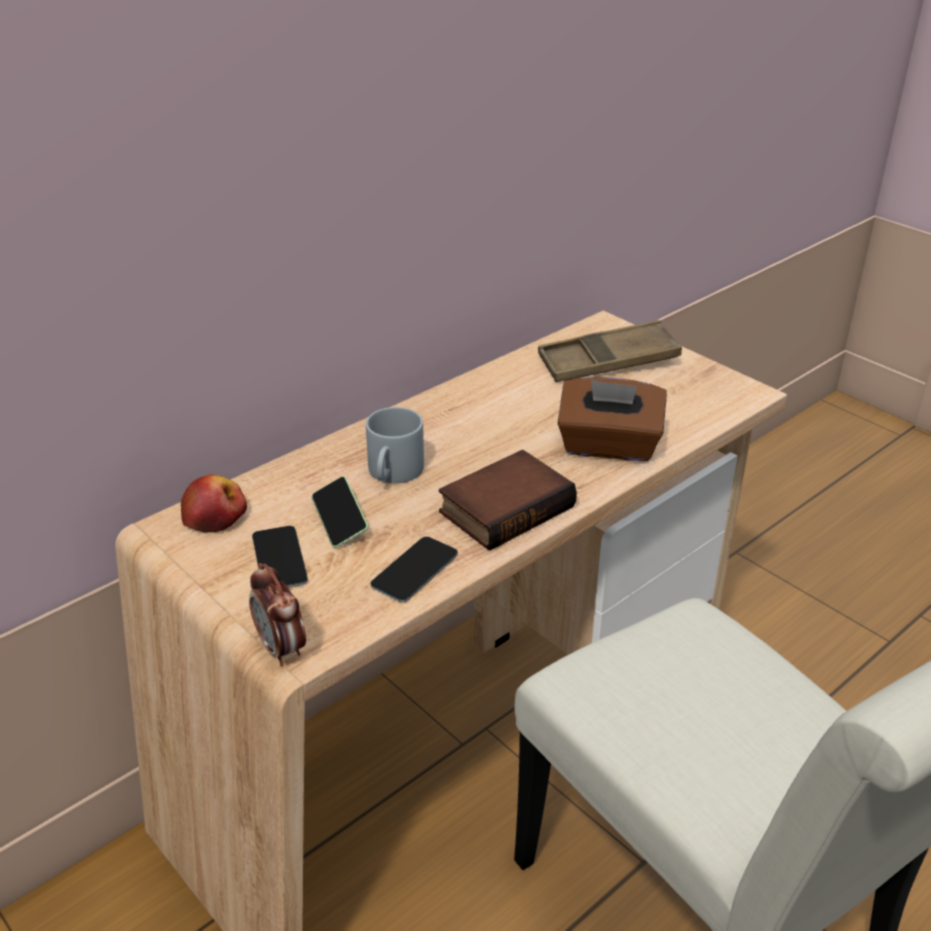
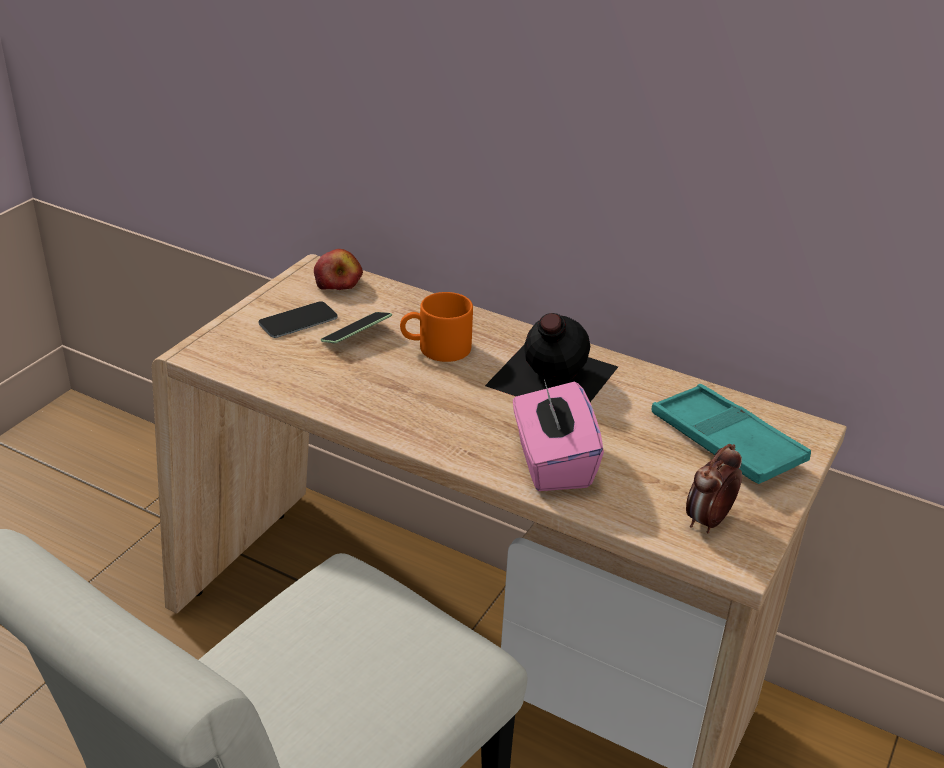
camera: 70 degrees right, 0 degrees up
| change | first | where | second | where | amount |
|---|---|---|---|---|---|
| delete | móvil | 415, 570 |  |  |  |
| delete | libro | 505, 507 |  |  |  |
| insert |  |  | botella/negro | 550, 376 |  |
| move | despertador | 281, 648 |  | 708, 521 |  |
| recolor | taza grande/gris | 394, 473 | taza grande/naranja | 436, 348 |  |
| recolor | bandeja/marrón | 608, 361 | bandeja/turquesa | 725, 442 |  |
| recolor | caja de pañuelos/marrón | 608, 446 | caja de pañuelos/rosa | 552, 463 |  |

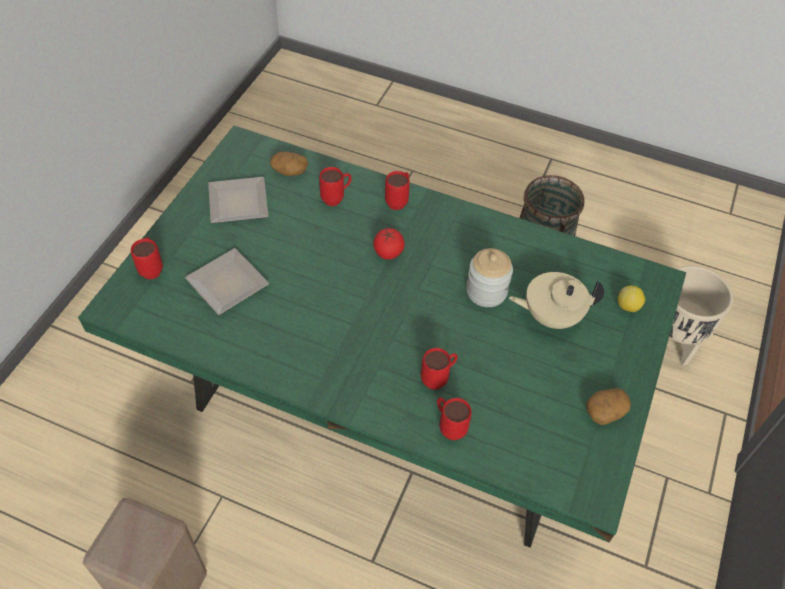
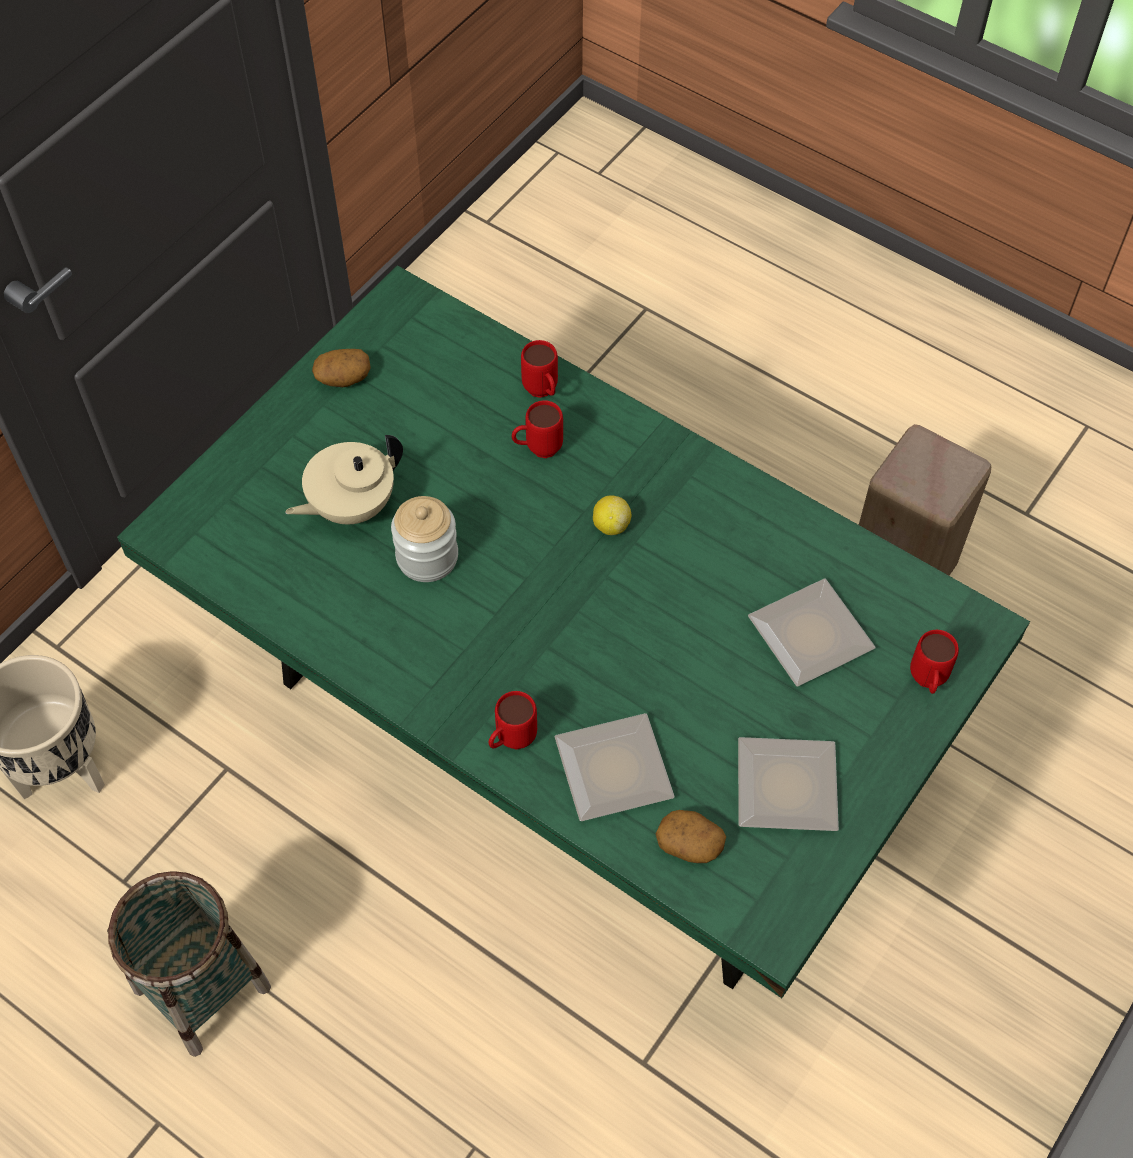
camera: 165 degrees left, 5 degrees up
| change | first | where | second | where | amount |
|---|---|---|---|---|---|
| delete | tomate | 388, 252 |  |  |  |
| move | limón | 628, 306 |  | 611, 525 |  |
| replace | taza grande/rojo | 336, 198 | plato | 616, 766 |  |
| rotate | tetera/beis | 551, 315 |  | 351, 506 | 135 degrees clockwise |

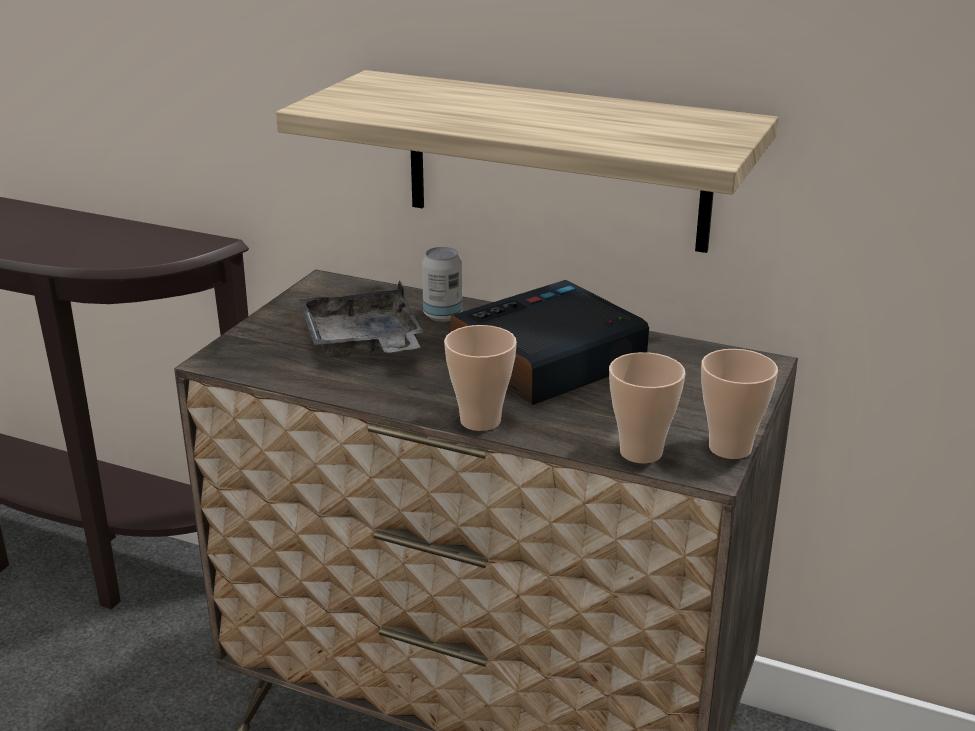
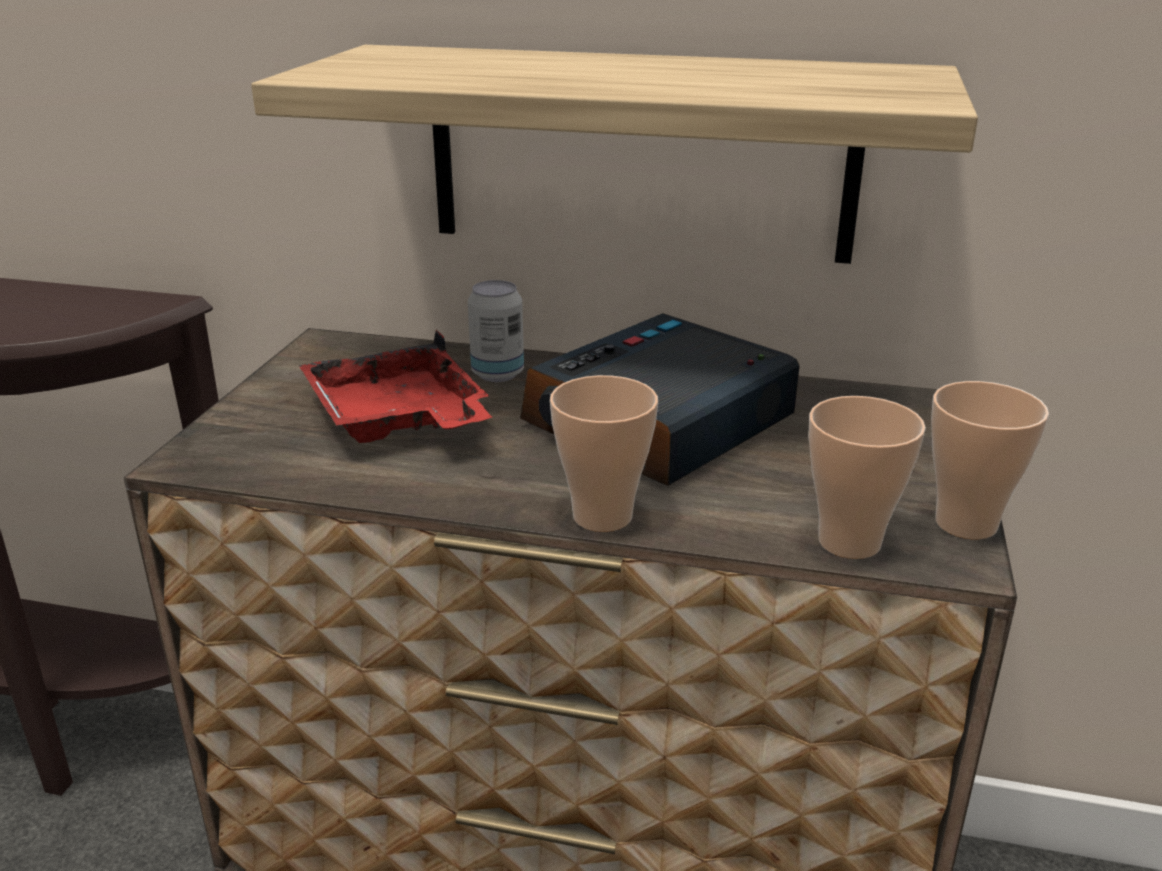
camera: 10 degrees left, 0 degrees up
| change | first | where | second | where | amount |
|---|---|---|---|---|---|
| recolor | bandeja/gris | 363, 343 | bandeja/rojo | 398, 419 |  |

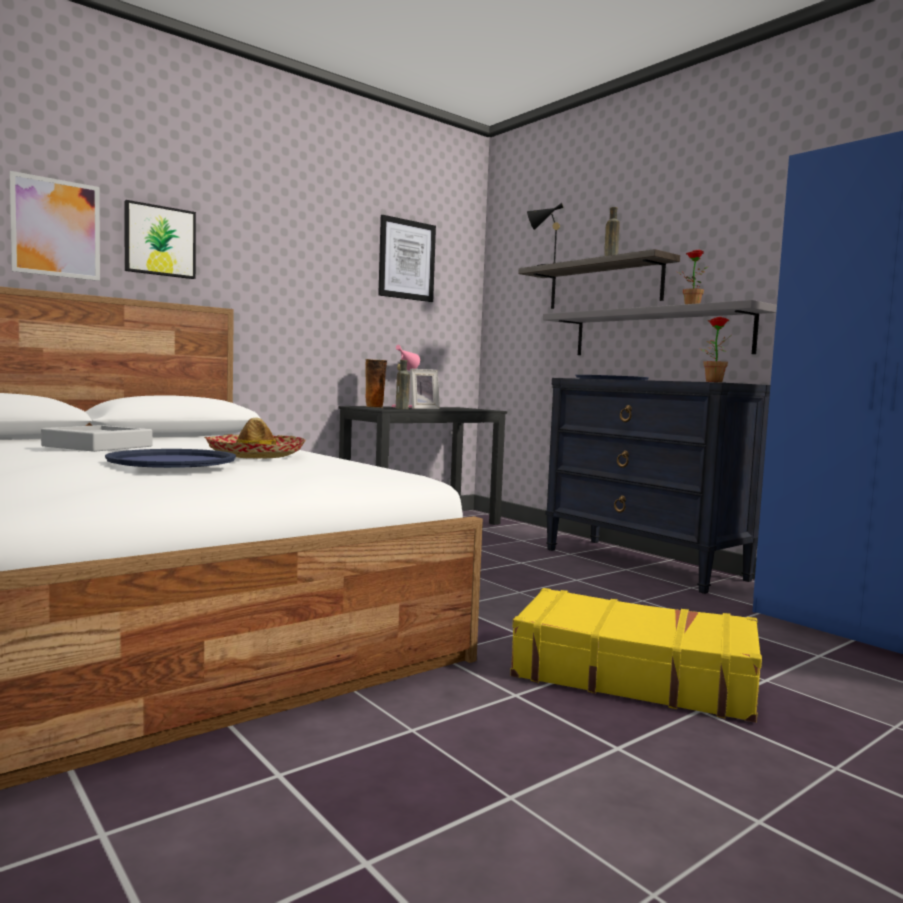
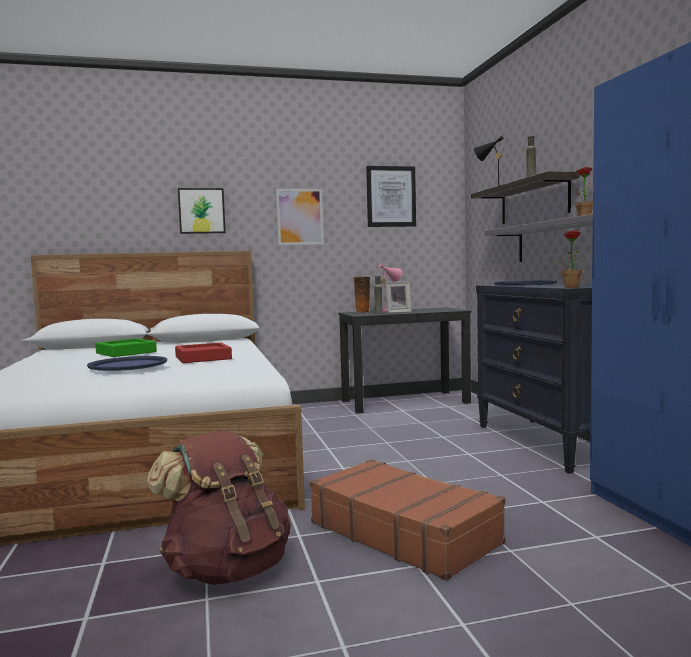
camera: 25 degrees right, 0 degrees up
| change | first | where | second | where | amount |
|---|---|---|---|---|---|
| insert |  |  | mochila/marrón | 227, 569 |  |
| move | cuadro | 56, 228 |  | 300, 217 |  |
| replace | sombrero | 255, 455 | bandeja/rojo | 203, 358 |  |
| recolor | bandeja/gris | 98, 446 | bandeja/verde | 126, 352 |  |
| recolor | maleta/amarillo | 633, 675 | maleta/marrón | 404, 532 |  |

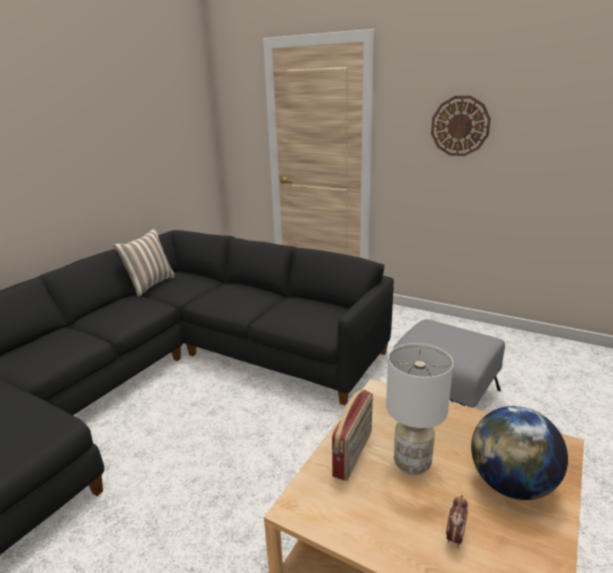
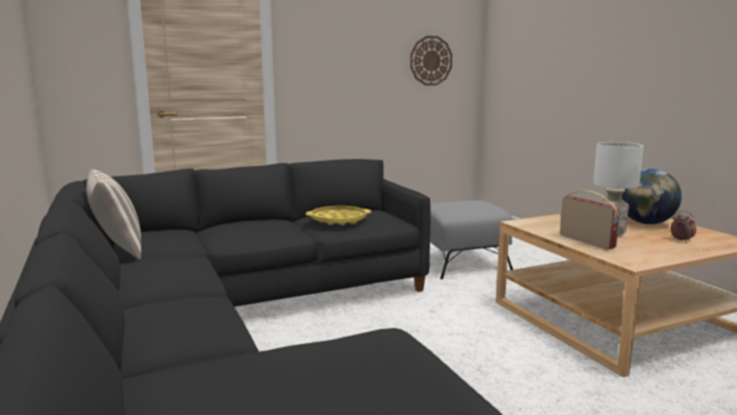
camera: 55 degrees left, 10 degrees down
| change | first | where | second | where | amount |
|---|---|---|---|---|---|
| insert |  |  | bandeja/amarillo | 338, 220 |  |
| move | reloj de pared | 460, 126 |  | 430, 60 |  |

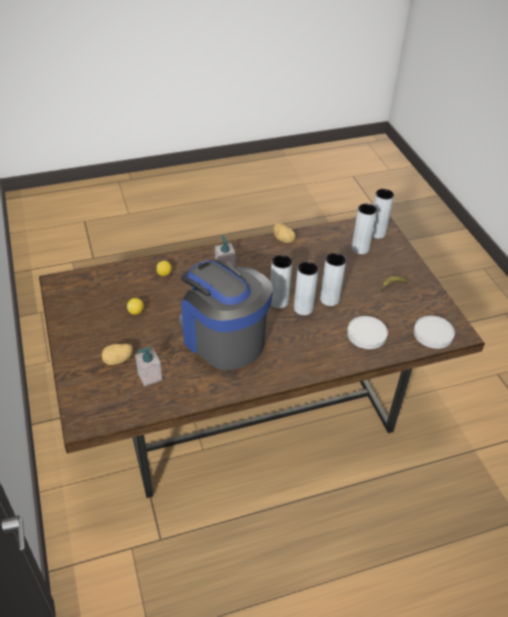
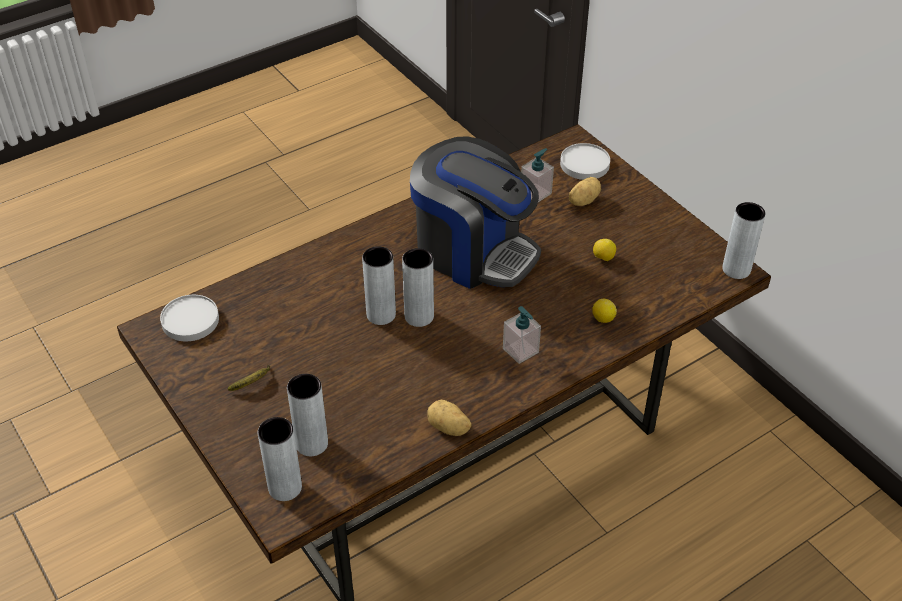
camera: 165 degrees right, 0 degrees up
| change | first | where | second | where | amount |
|---|---|---|---|---|---|
| move | florero/gris | 329, 299 |  | 736, 269 |  |
| move | plato/blanco | 366, 334 |  | 584, 164 |  |

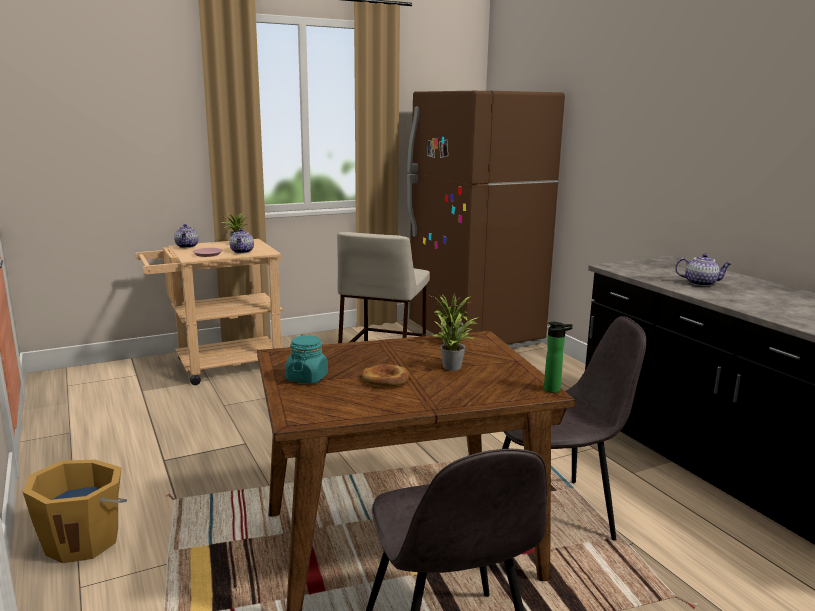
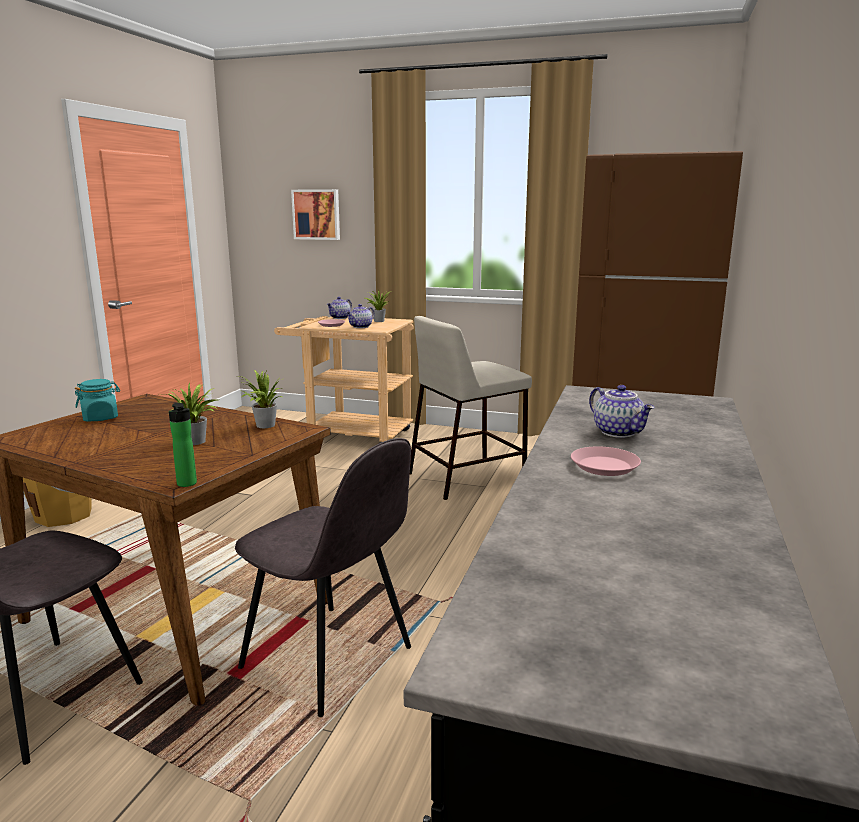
camera: 45 degrees right, 0 degrees up
| change | first | where | second | where | amount |
|---|---|---|---|---|---|
| delete | pan | 386, 379 |  |  |  |
| insert |  |  | cuadro | 317, 214 |  |
| insert |  |  | plato/rosa | 605, 466 |  |

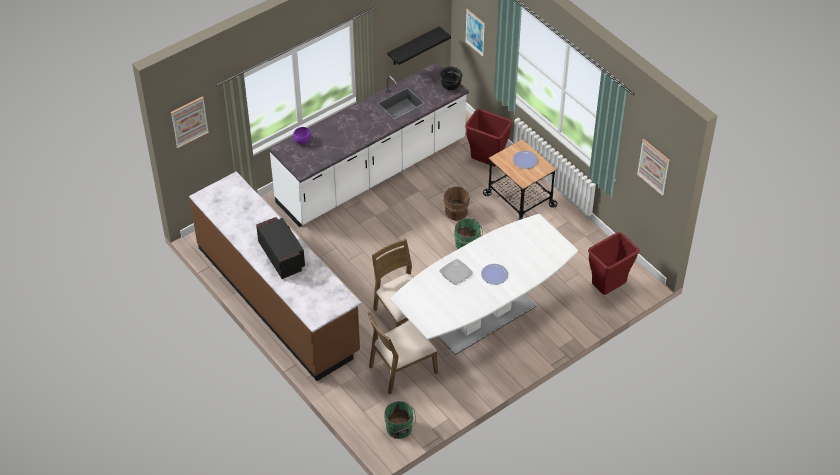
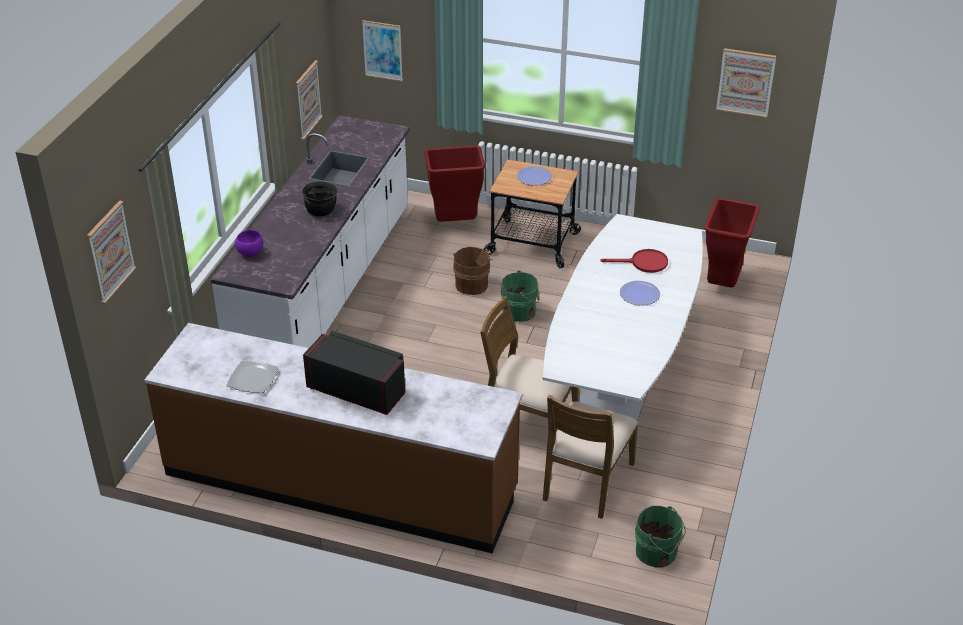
camera: 35 degrees left, 10 degrees down
| change | first | where | second | where | amount |
|---|---|---|---|---|---|
| insert |  |  | sartén/rojo | 643, 263 |  |
| move | plato | 456, 273 |  | 253, 379 |  |
| move | olla/negro | 451, 86 |  | 321, 211 |  |
| replace | estante/negro | 413, 46 | cuadro | 308, 99 |  |

